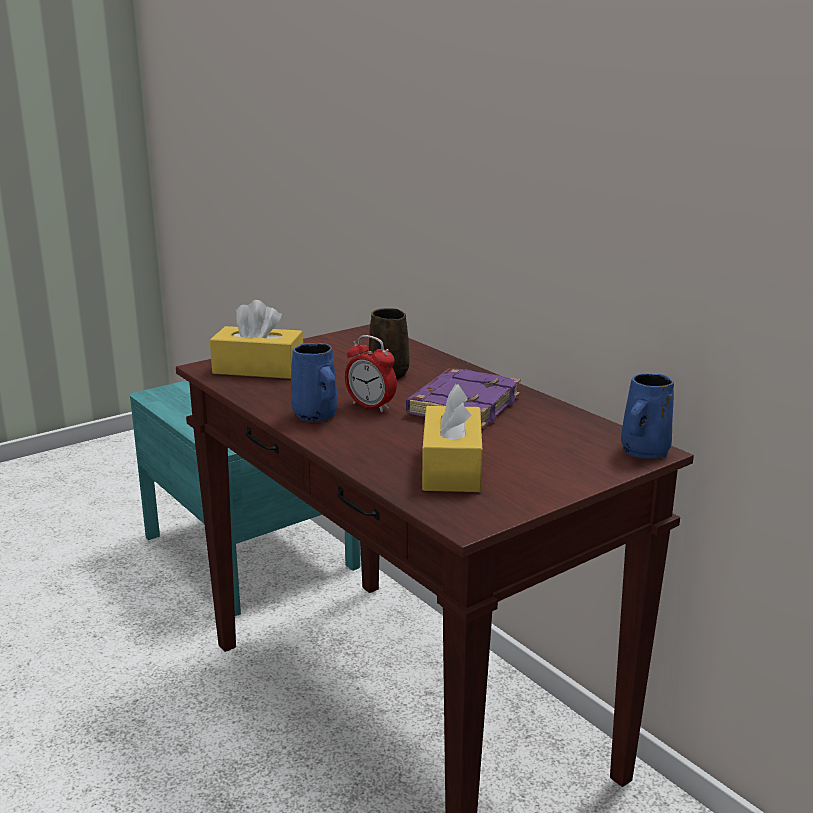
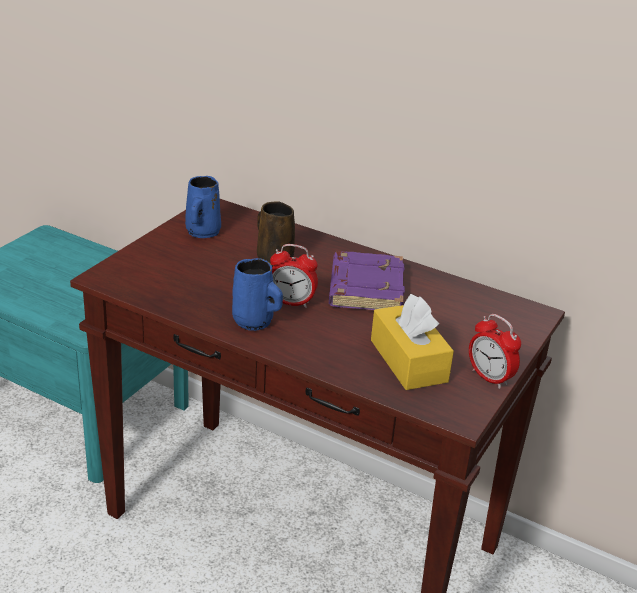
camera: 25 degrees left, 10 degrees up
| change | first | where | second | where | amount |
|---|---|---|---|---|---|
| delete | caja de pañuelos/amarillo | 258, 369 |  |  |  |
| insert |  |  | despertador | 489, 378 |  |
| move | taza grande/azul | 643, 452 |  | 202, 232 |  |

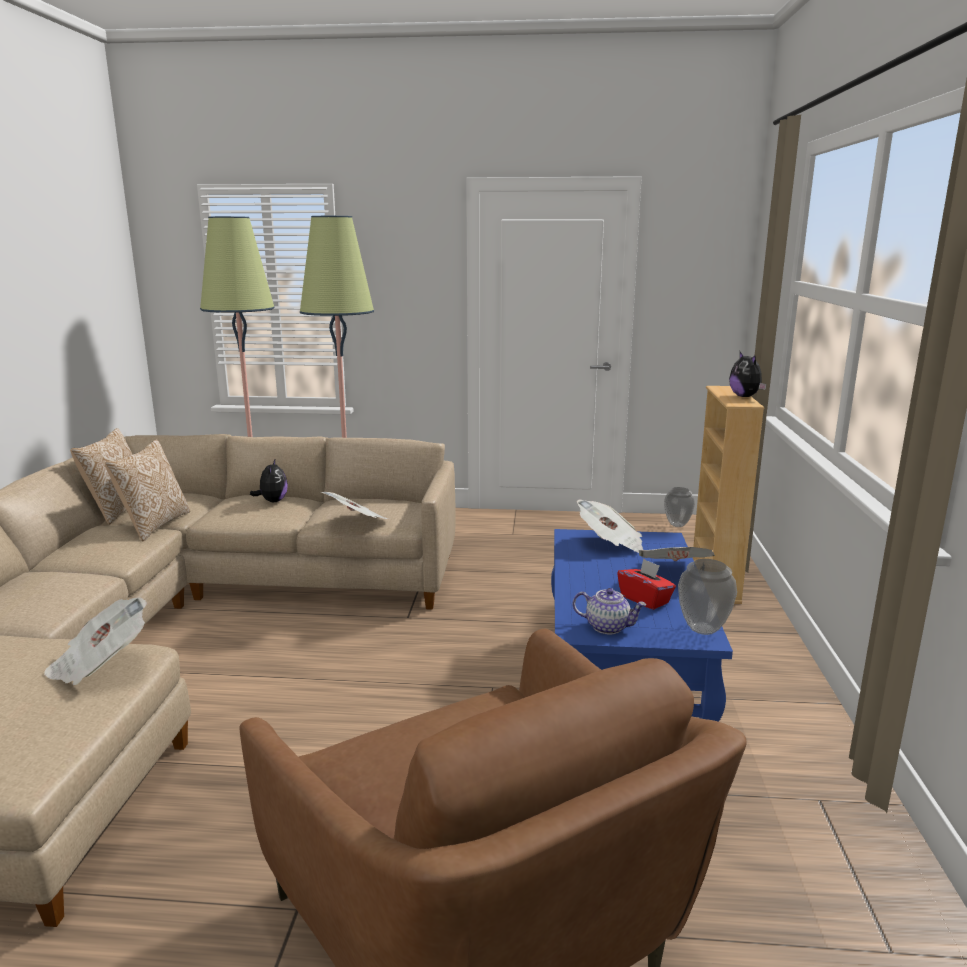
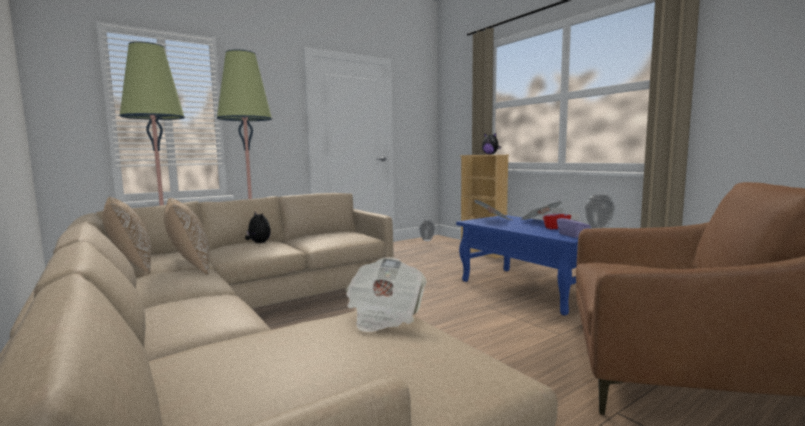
camera: 40 degrees left, 10 degrees down
| change | first | where | second | where | amount |
|---|---|---|---|---|---|
| delete | periódico | 356, 522 |  |  |  |
| replace | tetera | 608, 627 | caja de pañuelos/morado | 572, 235 |  |

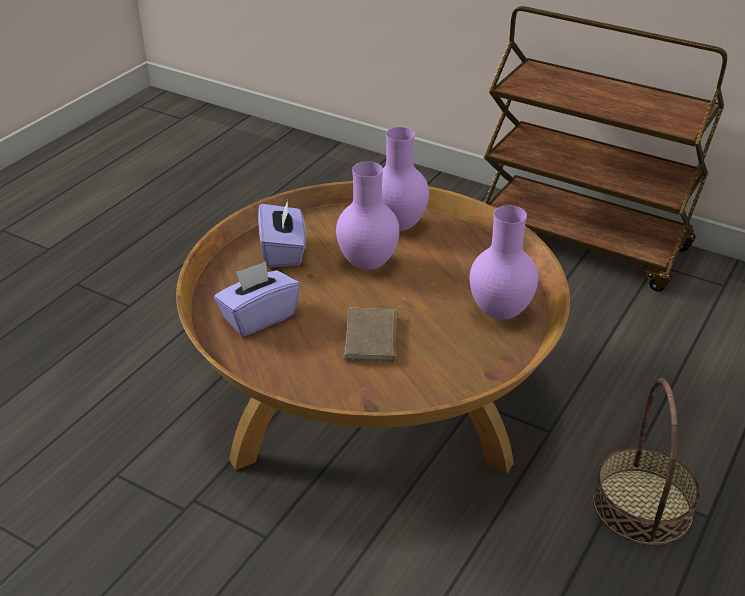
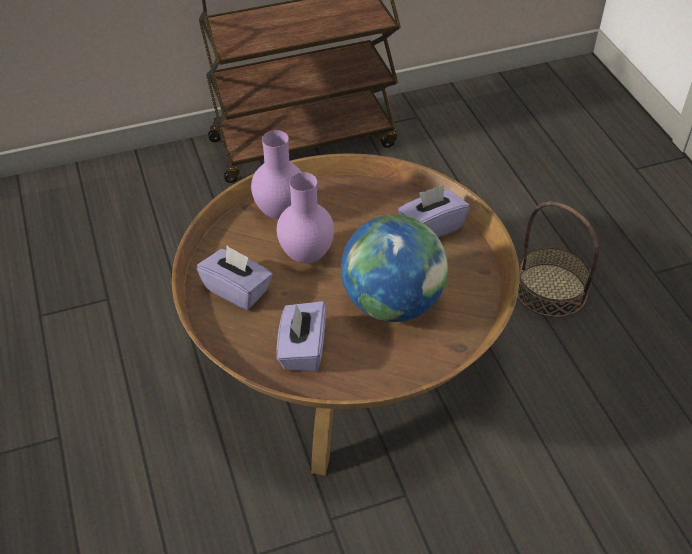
camera: 50 degrees left, 10 degrees up
| change | first | where | second | where | amount |
|---|---|---|---|---|---|
| replace | libro/marrón | 374, 338 | globo terráqueo | 392, 303 |  |
| replace | florero/morado | 498, 313 | caja de pañuelos/morado | 431, 227 |  |

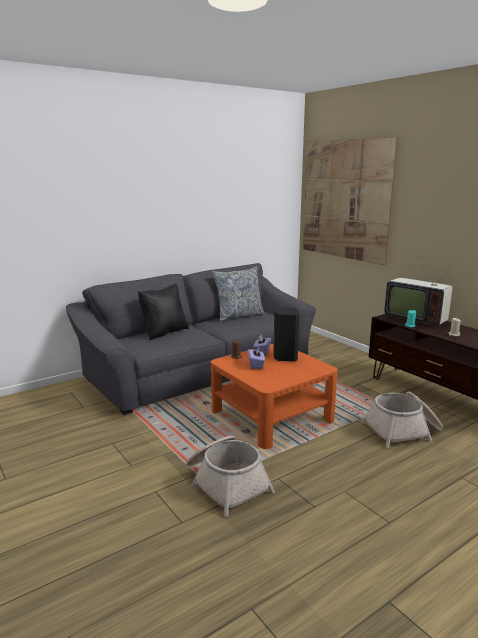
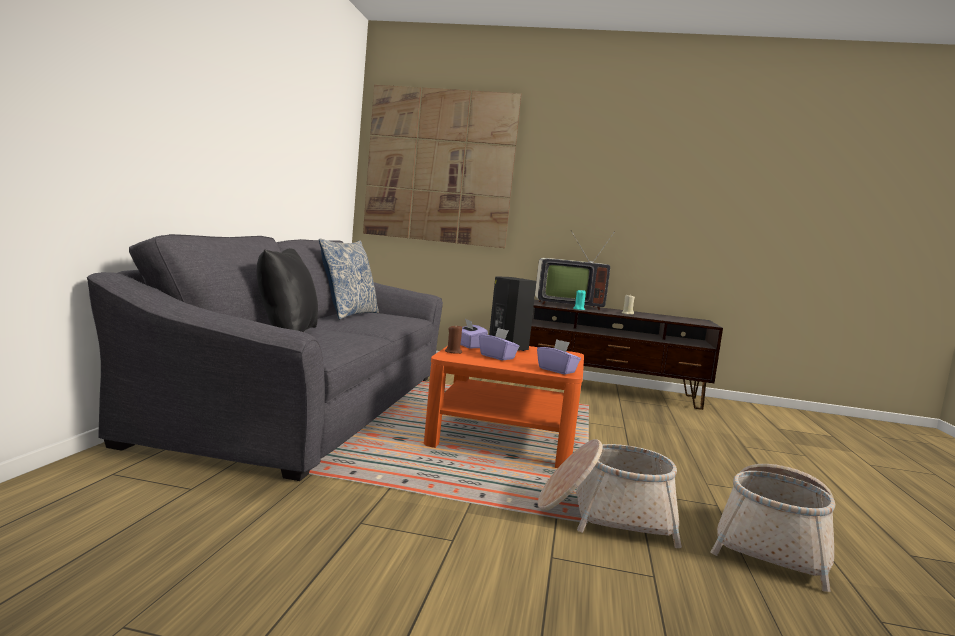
camera: 45 degrees left, 10 degrees down
| change | first | where | second | where | amount |
|---|---|---|---|---|---|
| insert |  |  | caja de pañuelos/morado | 557, 370 |  |
| move | cesta | 403, 431 |  | 774, 545 |  |

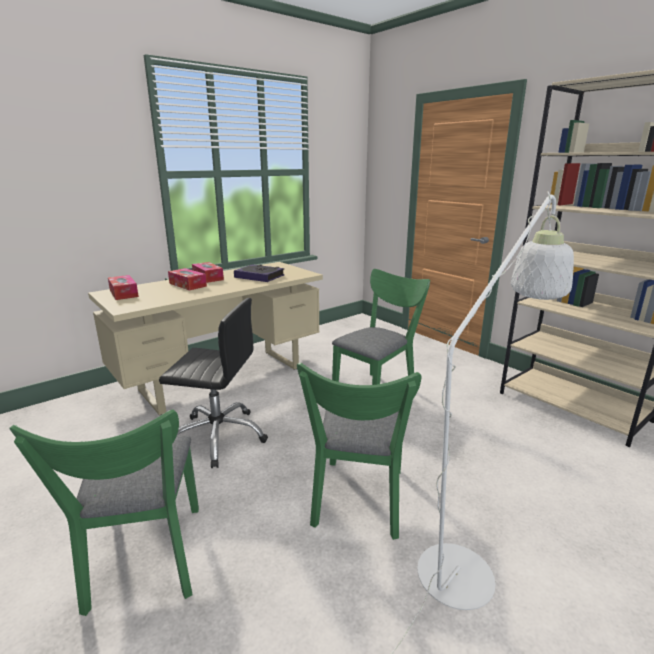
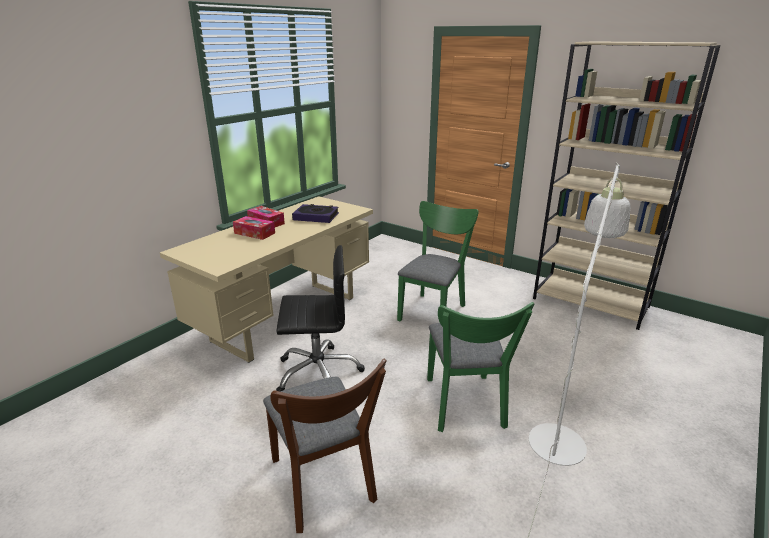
camera: 15 degrees left, 5 degrees up
| change | first | where | second | where | amount |
|---|---|---|---|---|---|
| delete | caja de pañuelos | 123, 293 |  |  |  |
| recolor | silla/verde | 145, 564 | silla/marrón | 324, 486 |  |

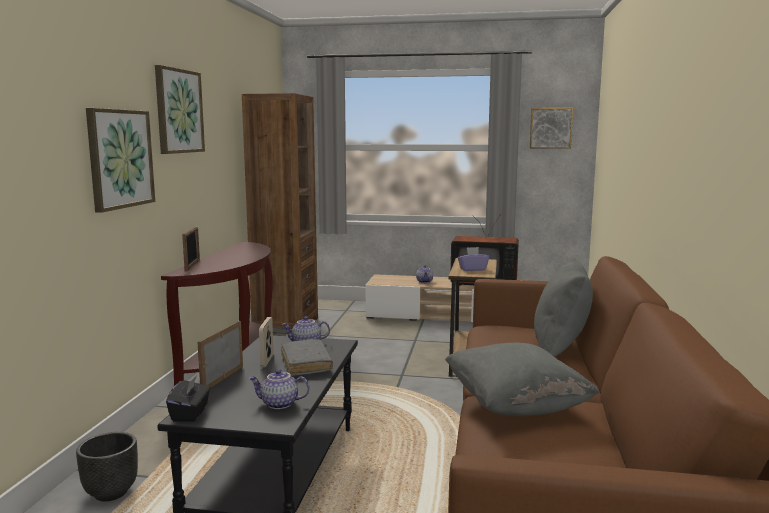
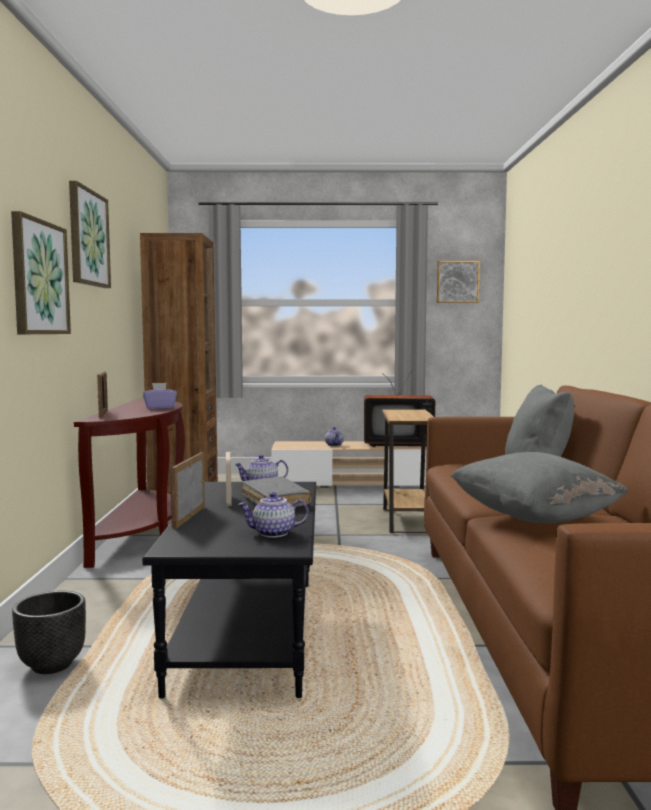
camera: 10 degrees left, 5 degrees down
| change | first | where | second | where | amount |
|---|---|---|---|---|---|
| delete | caja de pañuelos/negro | 190, 413 |  |  |  |
| move | caja de pañuelos/morado | 472, 269 |  | 160, 407 |  |

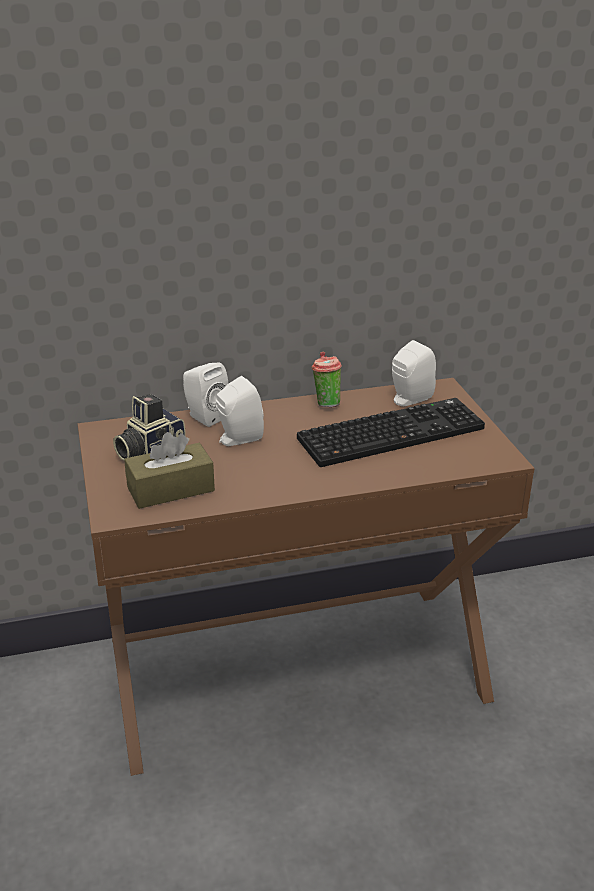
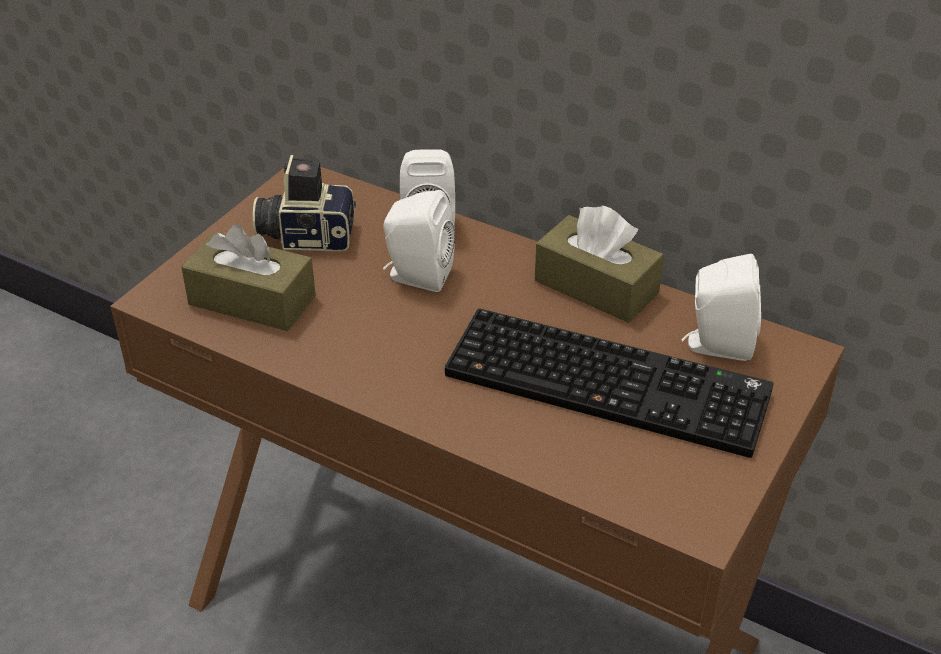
camera: 45 degrees right, 10 degrees up
| change | first | where | second | where | amount |
|---|---|---|---|---|---|
| replace | taza | 326, 403 | caja de pañuelos/marrón | 596, 287 |  |

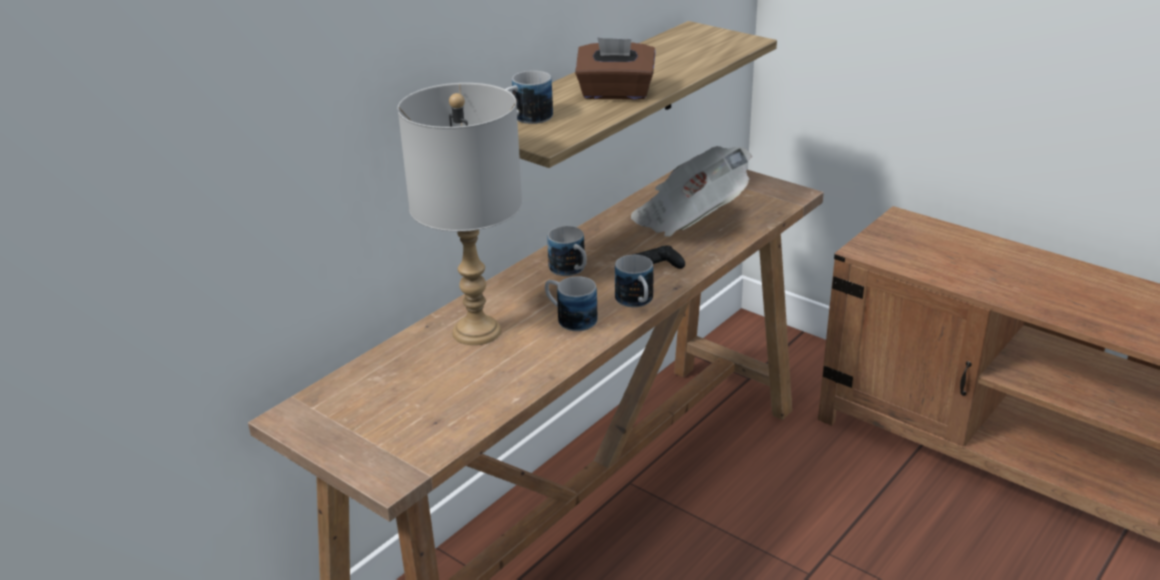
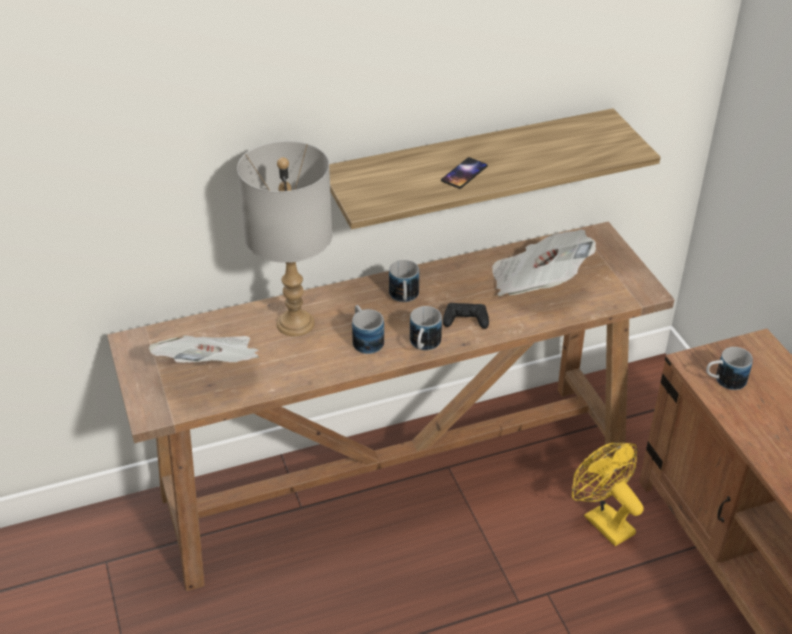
camera: 30 degrees right, 10 degrees up
| change | first | where | second | where | amount |
|---|---|---|---|---|---|
| insert |  |  | periódico | 212, 369 |  |
| insert |  |  | ventilador/amarillo | 602, 520 |  |
| move | taza grande | 526, 119 |  | 724, 381 |  |
| replace | caja de pañuelos/marrón | 615, 93 | móvil | 464, 173 |  |

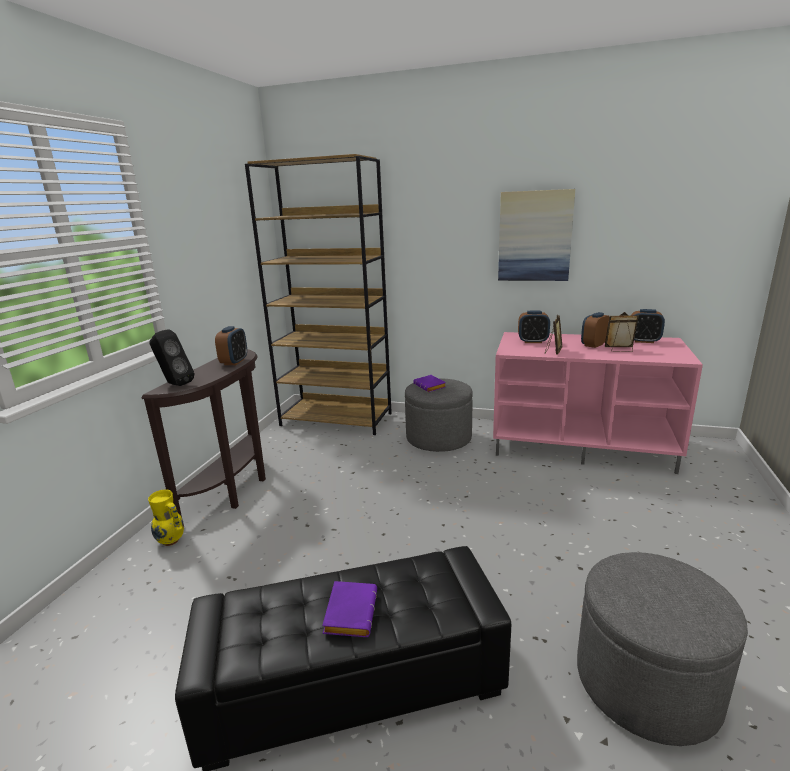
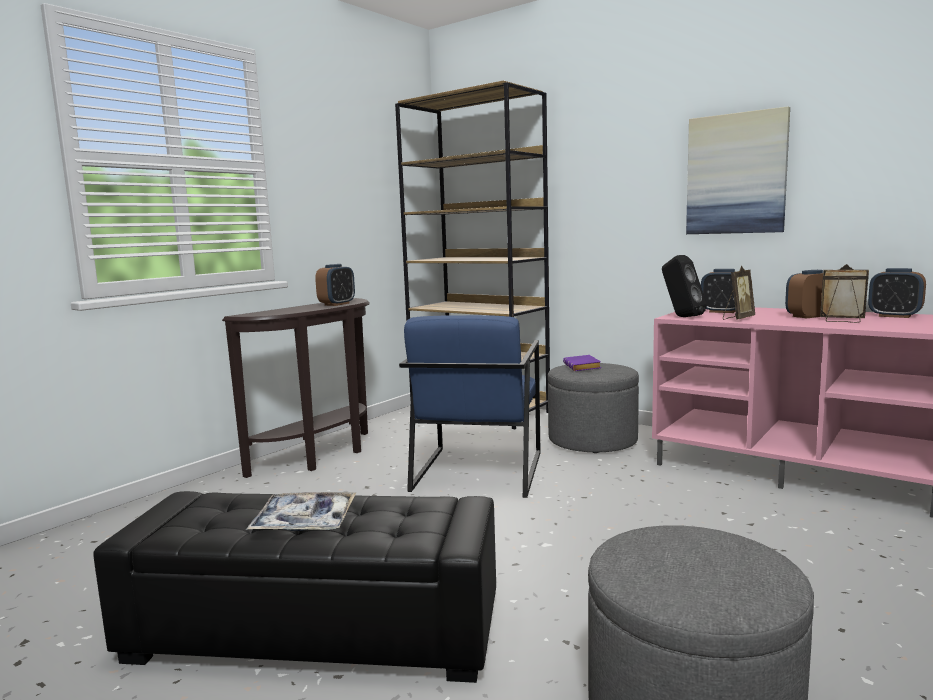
camera: 20 degrees right, 10 degrees down
| change | first | where | second | where | amount |
|---|---|---|---|---|---|
| delete | florero/amarillo | 171, 541 |  |  |  |
| insert |  |  | sillón/azul | 477, 471 |  |
| move | altavoz/negro | 174, 384 |  | 681, 317 |  |
| replace | libro/morado | 349, 612 | bandeja | 304, 522 |  |

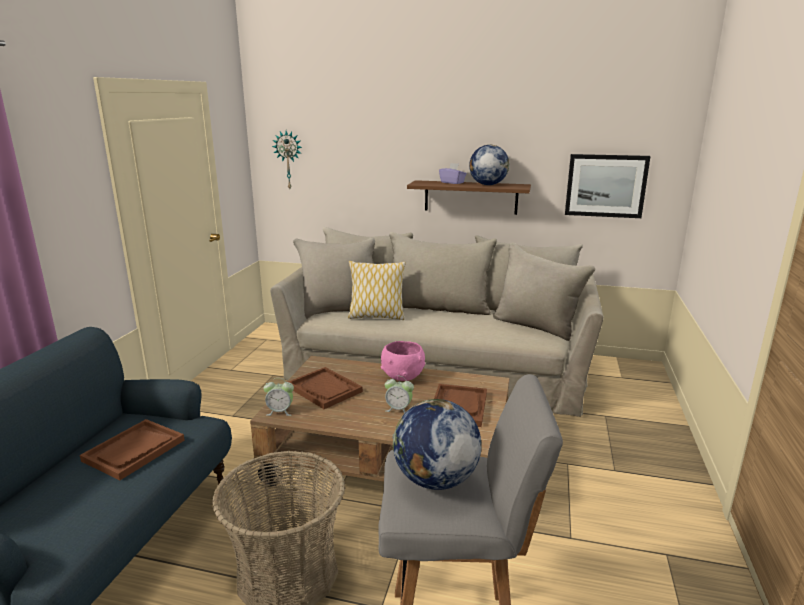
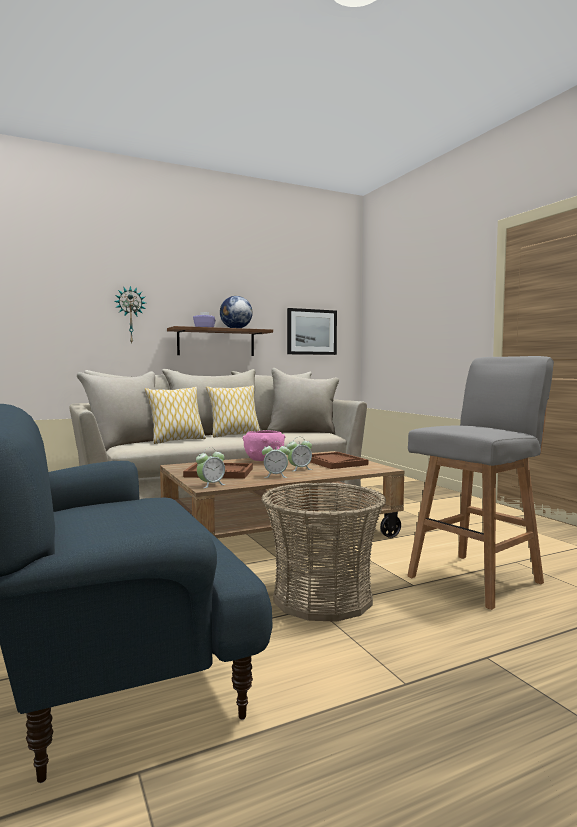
camera: 40 degrees left, 15 degrees down
| change | first | where | second | where | amount |
|---|---|---|---|---|---|
| delete | bandeja/marrón | 134, 450 |  |  |  |
| delete | globo terráqueo | 435, 480 |  |  |  |
| insert |  |  | cojín | 234, 435 |  |
| insert |  |  | despertador | 275, 476 |  |
| move | reloj de pared | 289, 160 |  | 130, 315 |  |

